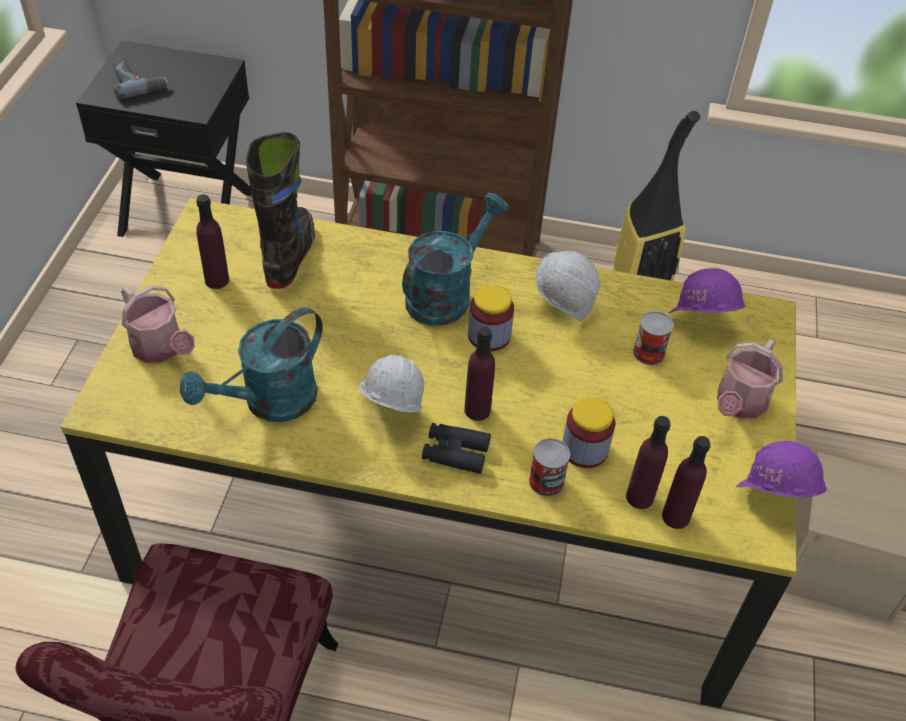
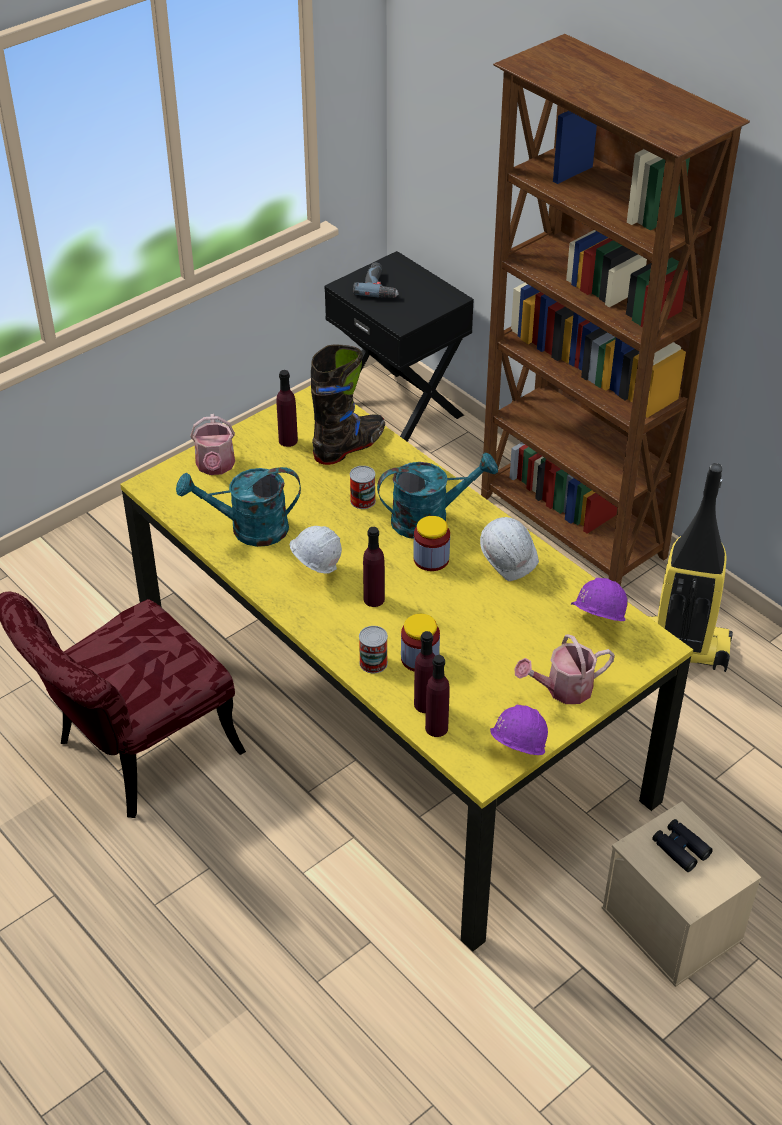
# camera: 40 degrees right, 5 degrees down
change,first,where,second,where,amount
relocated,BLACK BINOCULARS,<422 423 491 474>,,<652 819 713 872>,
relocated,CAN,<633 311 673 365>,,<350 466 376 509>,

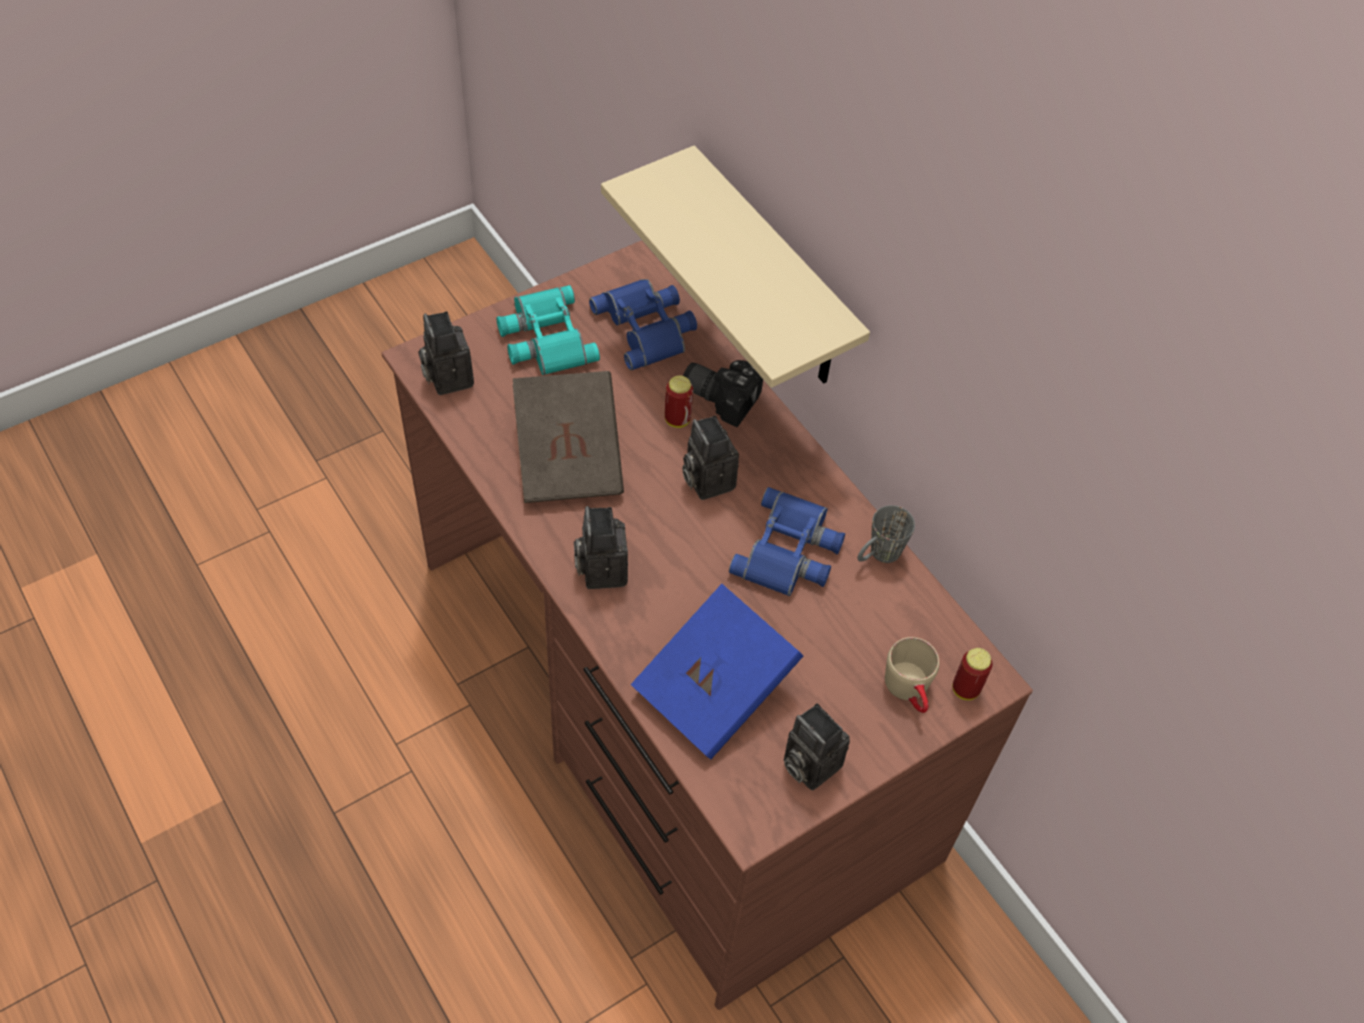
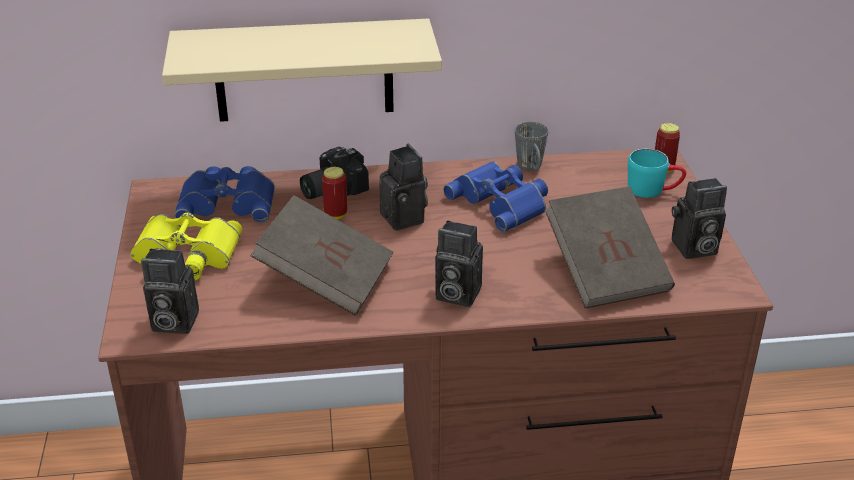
# camera: 60 degrees left, 20 degrees down
change,first,where,second,where,amount
colour,TURQUOISE BINOCULARS,<497 285 600 375>,YELLOW BINOCULARS,<131 212 242 281>,
colour,BLUE BOOK,<631 584 803 759>,BROWN BOOK,<545 186 675 309>,
spun,PHOTO CAMERA,<682 416 739 500>,,<379 144 428 231>,120 degrees counterclockwise
colour,BEIGE MUG,<885 637 939 713>,TURQUOISE MUG,<628 149 686 198>,

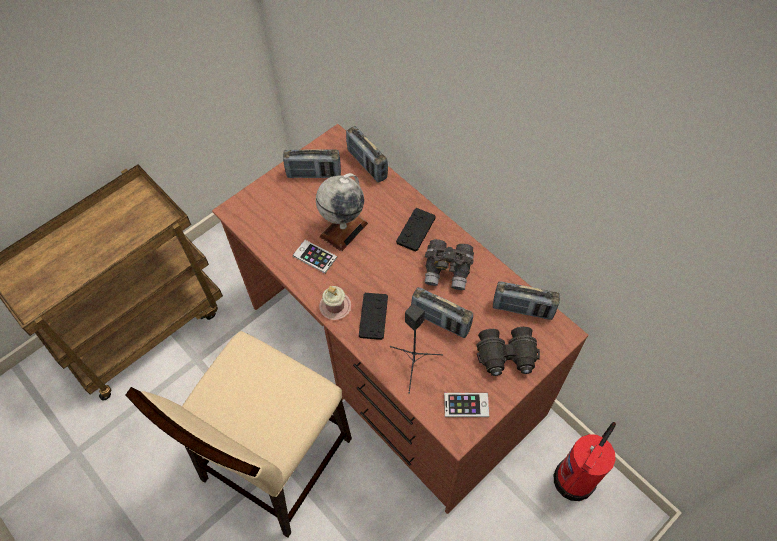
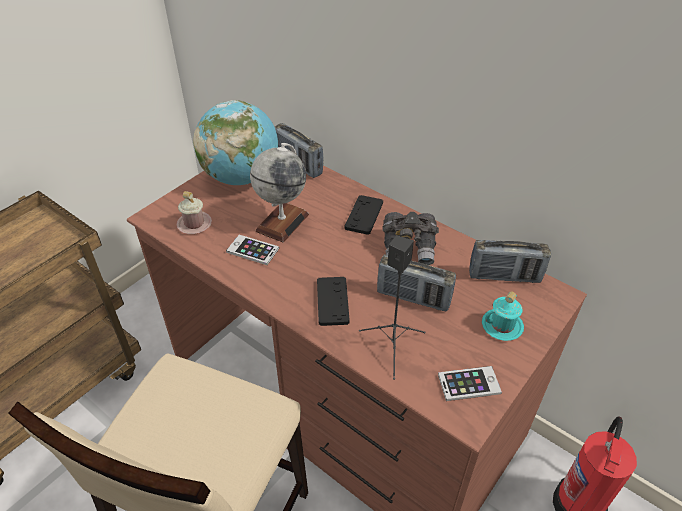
# camera: 10 degrees left, 15 degrees down
change,first,where,second,where,amount
exchanged,RADIO,<283 149 341 178>,GLOBE,<193 100 278 185>,
relocated,PINK MUG,<319 286 352 320>,,<176 191 212 234>,
exchanged,BLACK BINOCULARS,<476 327 540 376>,TURQUOISE MUG,<482 291 524 341>,

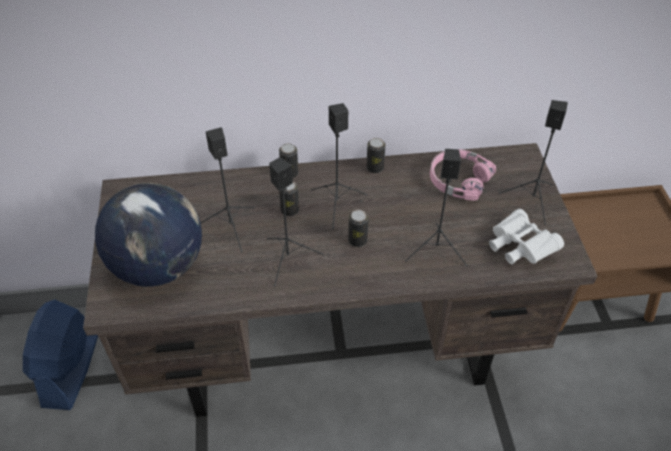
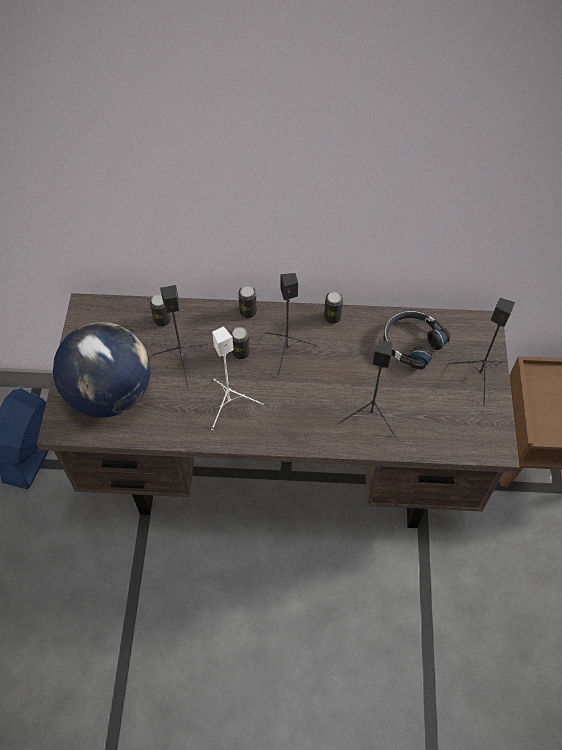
# camera: 10 degrees right, 10 degrees up
change,first,where,second,where,amount
colour,BLACK SPEAKER,<267 157 324 286>,WHITE SPEAKER,<211 327 263 430>,
relocated,CAN,<348 210 369 247>,,<150 294 171 327>,
colour,PINK HEADPHONES,<430 149 496 200>,BLACK HEADPHONES,<383 311 451 370>,
missing,WHITE BINOCULARS,<489 209 564 265>,,,

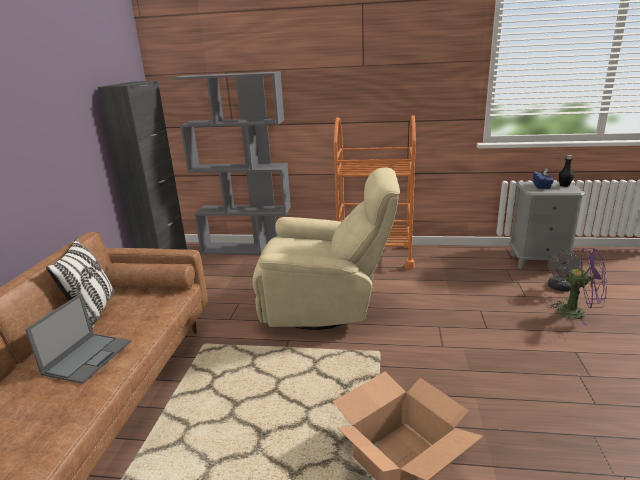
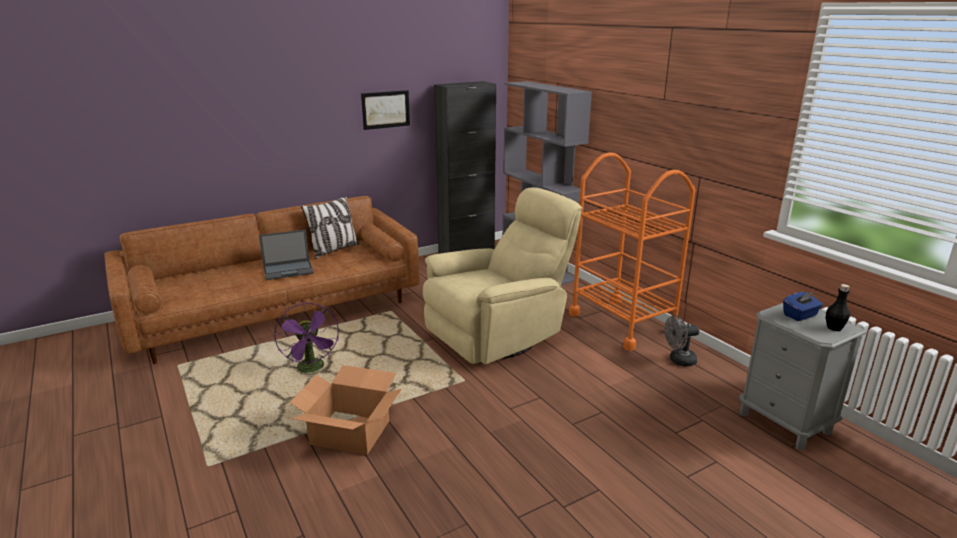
# camera: 50 degrees right, 0 degrees up
change,first,where,second,where,amount
spun,BEIGE ARMCHAIR,<253 167 400 330>,,<423 188 582 365>,90 degrees counterclockwise
relocated,GREY FAN,<547 250 583 291>,,<664 315 699 367>,
relocated,PURPLE FAN,<549 248 607 326>,,<275 303 339 373>,
appeared,,,PICTURE,<361 90 410 130>,

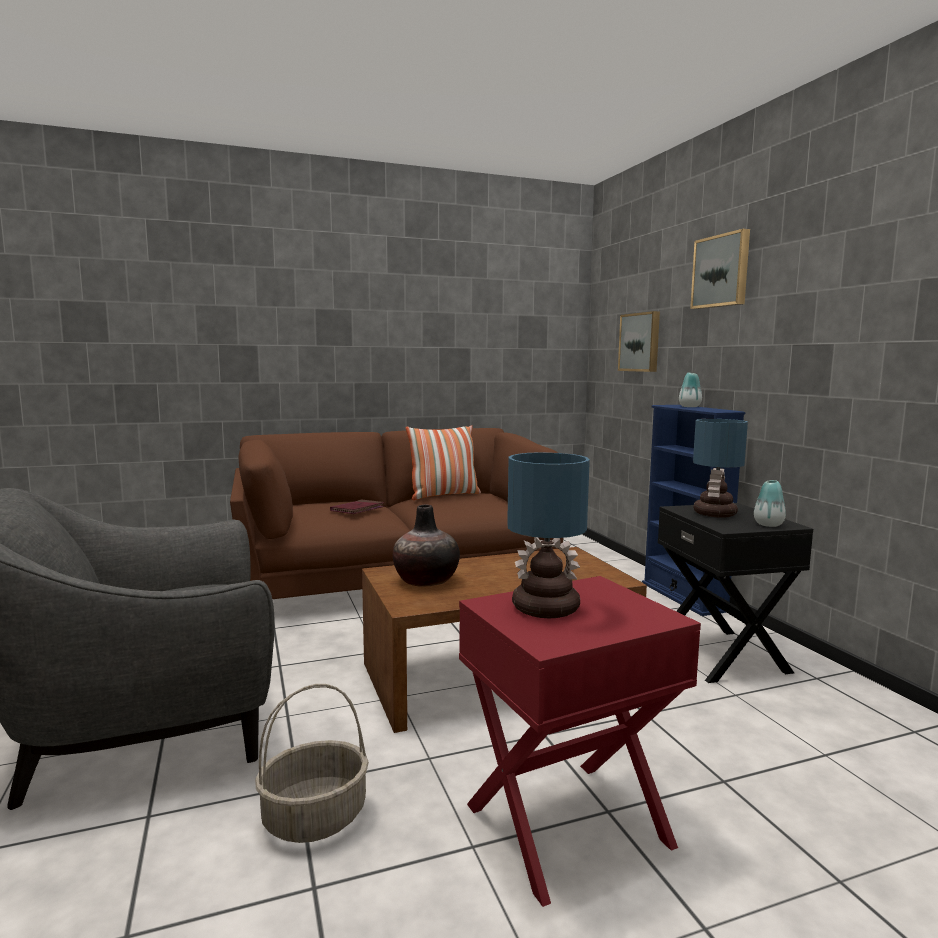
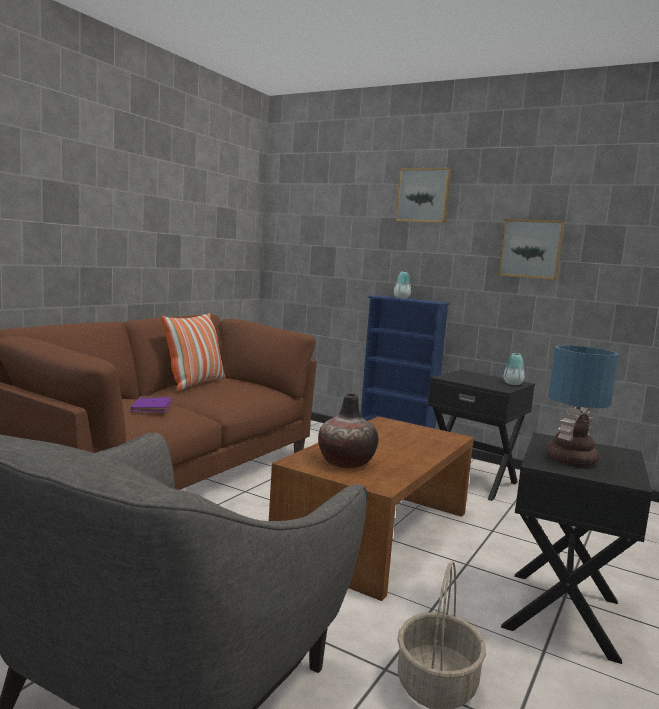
# camera: 40 degrees left, 0 degrees up
change,first,where,second,where,amount
colour,RED BOOK,<330 499 384 514>,PURPLE BOOK,<130 396 172 412>,
colour,RED SIDE TABLE,<459 576 701 907>,BLACK SIDE TABLE,<501 433 652 664>,
relocated,PICTURE,<618 311 660 372>,,<498 219 565 280>,
missing,TABLE LAMP,<693 419 748 518>,,,

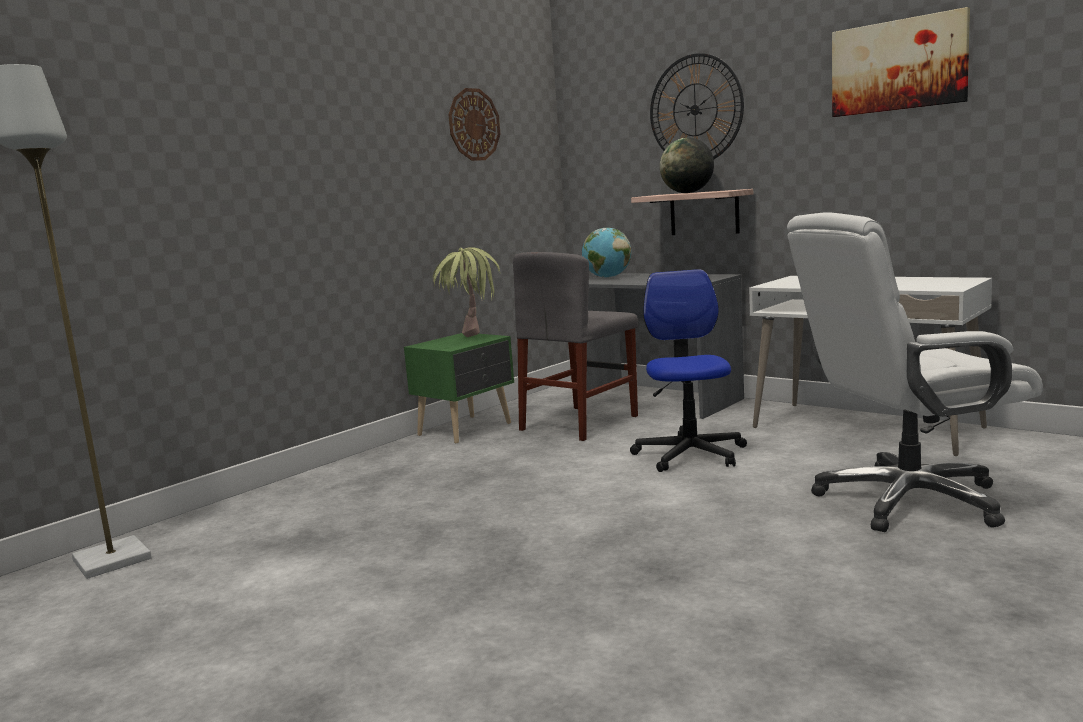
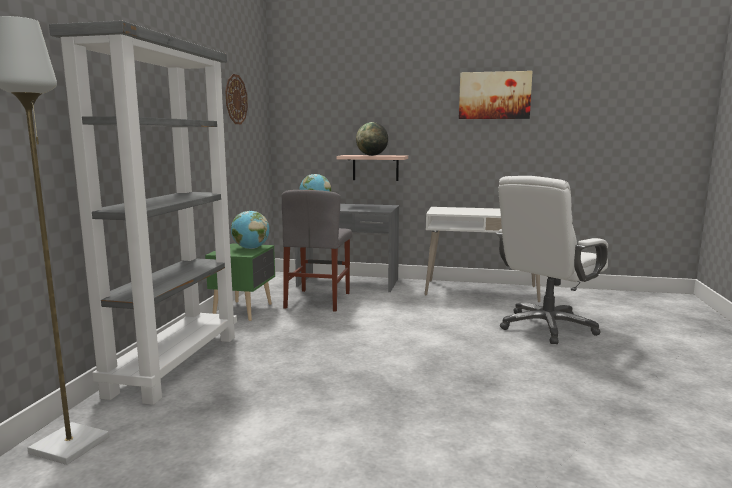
# camera: 30 degrees left, 0 degrees up
change,first,where,second,where,amount
exchanged,POTTED PLANT,<433 247 500 337>,GLOBE,<231 211 269 249>,
missing,OFFICE CHAIR,<630 269 747 472>,,,
missing,WALL CLOCK,<650 53 744 159>,,,
appeared,,,GREY BOOKCASE,<49 20 237 405>,

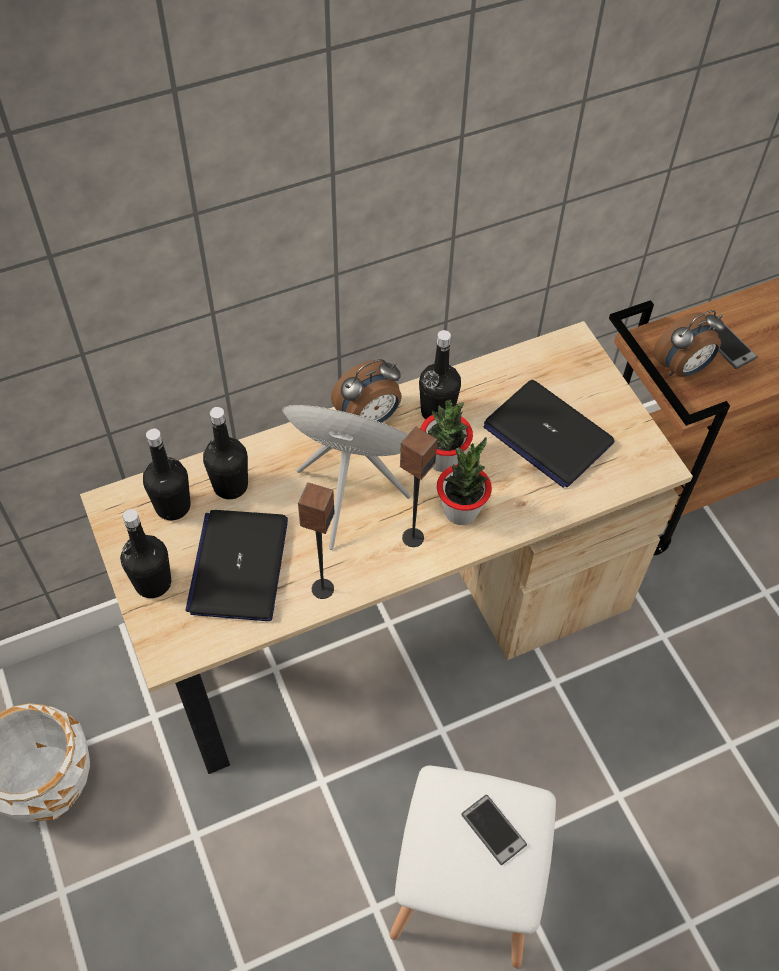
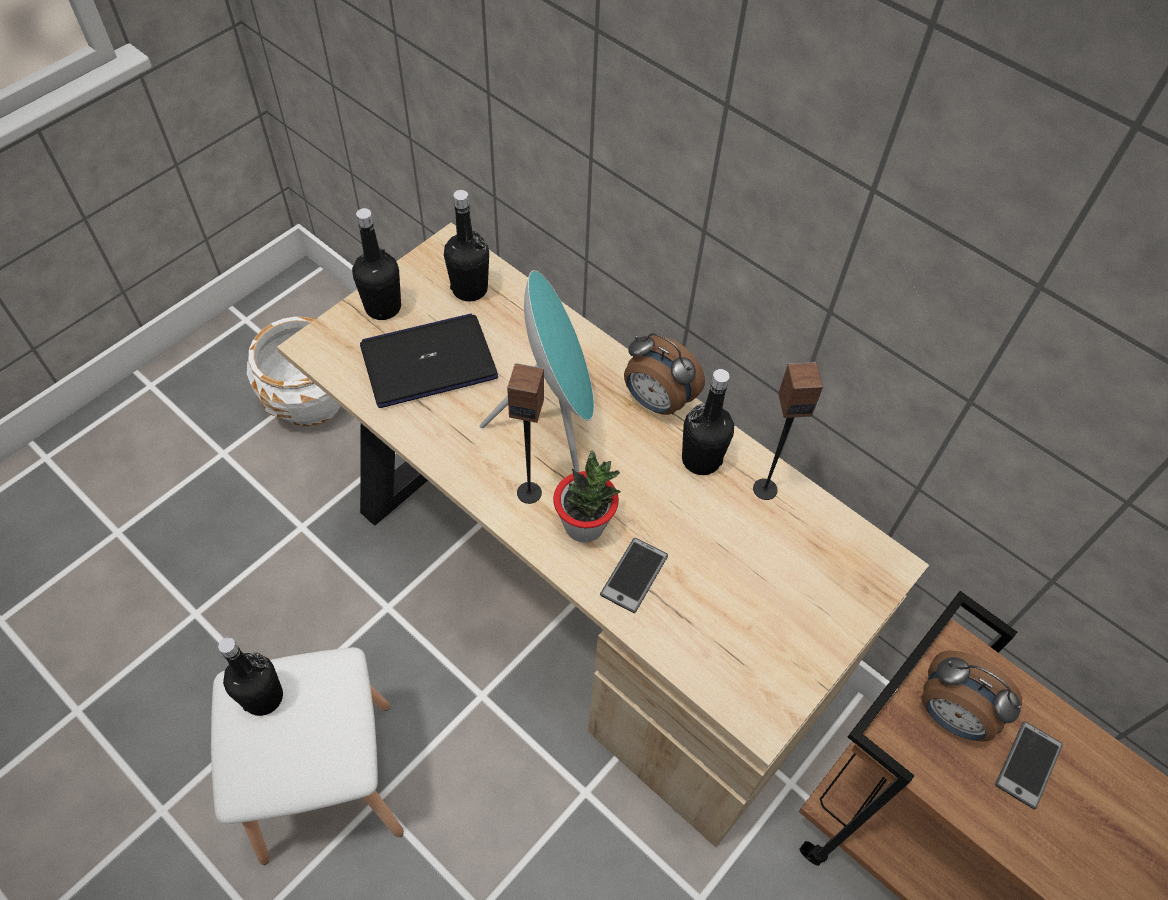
# camera: 65 degrees right, 0 degrees up
change,first,where,second,where,amount
relocated,BLACK BOTTLE,<203 407 248 499>,,<218 637 283 716>,
relocated,SPEAKER,<298 482 335 599>,,<753 362 823 500>,
missing,POTTED PLANT,<420 399 473 472>,,,
relocated,PHONE,<461 795 527 865>,,<600 538 668 613>,
missing,LAPTOP,<484 380 614 488>,,,

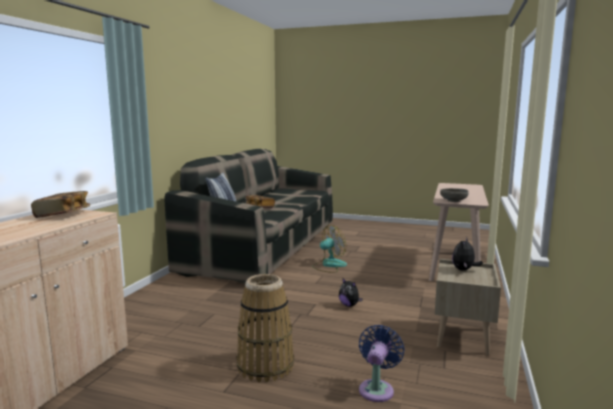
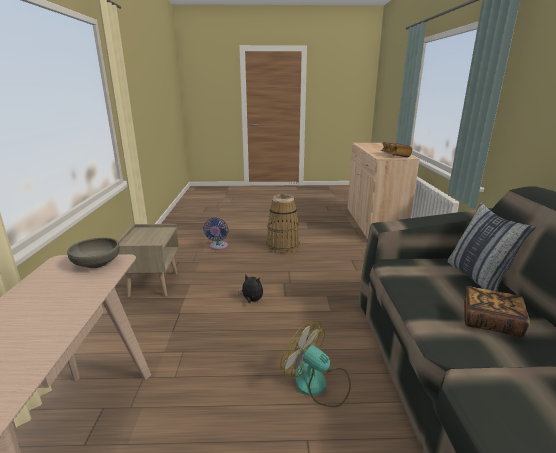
# camera: 160 degrees right, 10 degrees up
change,first,where,second,where,amount
spun,FAN,<312 225 347 273>,,<280 321 351 407>,90 degrees clockwise
missing,PLUSH TOY,<452 238 483 271>,,,

